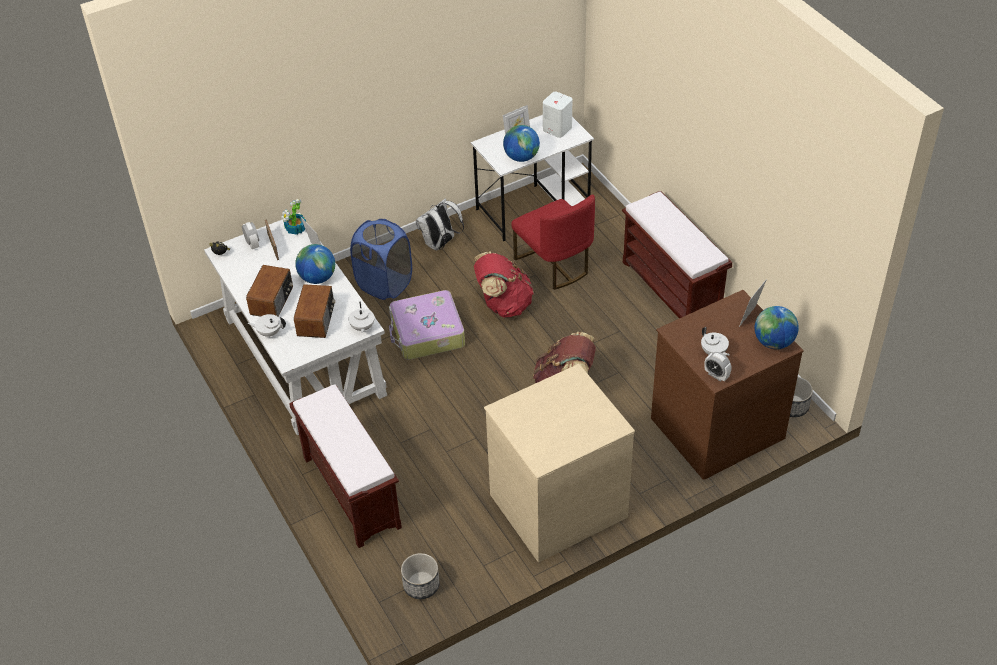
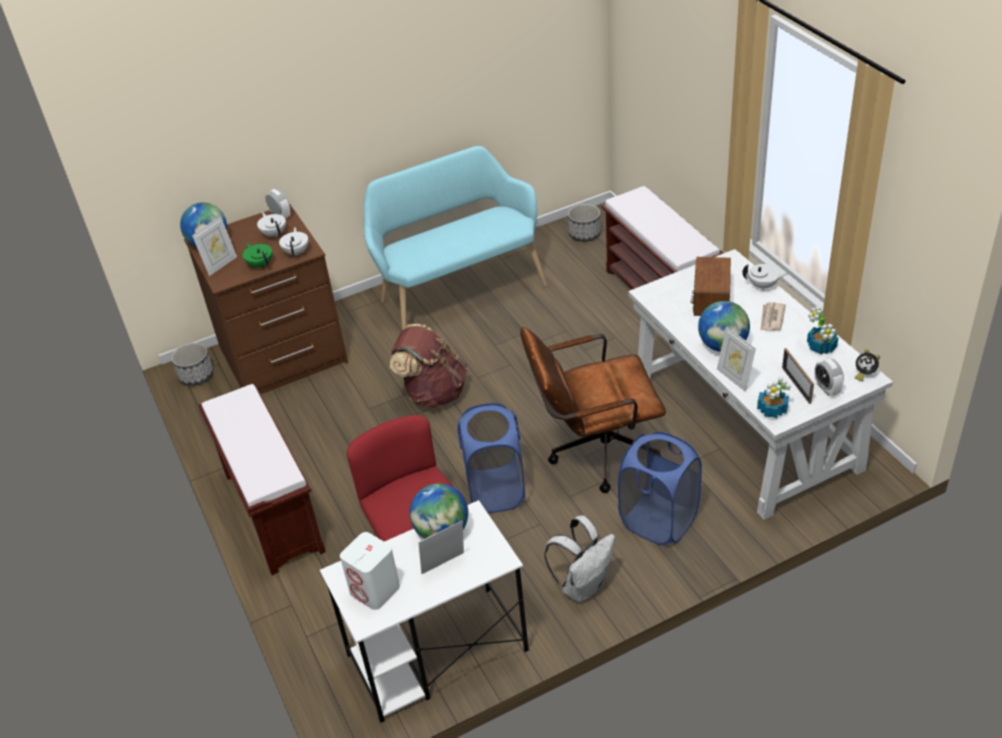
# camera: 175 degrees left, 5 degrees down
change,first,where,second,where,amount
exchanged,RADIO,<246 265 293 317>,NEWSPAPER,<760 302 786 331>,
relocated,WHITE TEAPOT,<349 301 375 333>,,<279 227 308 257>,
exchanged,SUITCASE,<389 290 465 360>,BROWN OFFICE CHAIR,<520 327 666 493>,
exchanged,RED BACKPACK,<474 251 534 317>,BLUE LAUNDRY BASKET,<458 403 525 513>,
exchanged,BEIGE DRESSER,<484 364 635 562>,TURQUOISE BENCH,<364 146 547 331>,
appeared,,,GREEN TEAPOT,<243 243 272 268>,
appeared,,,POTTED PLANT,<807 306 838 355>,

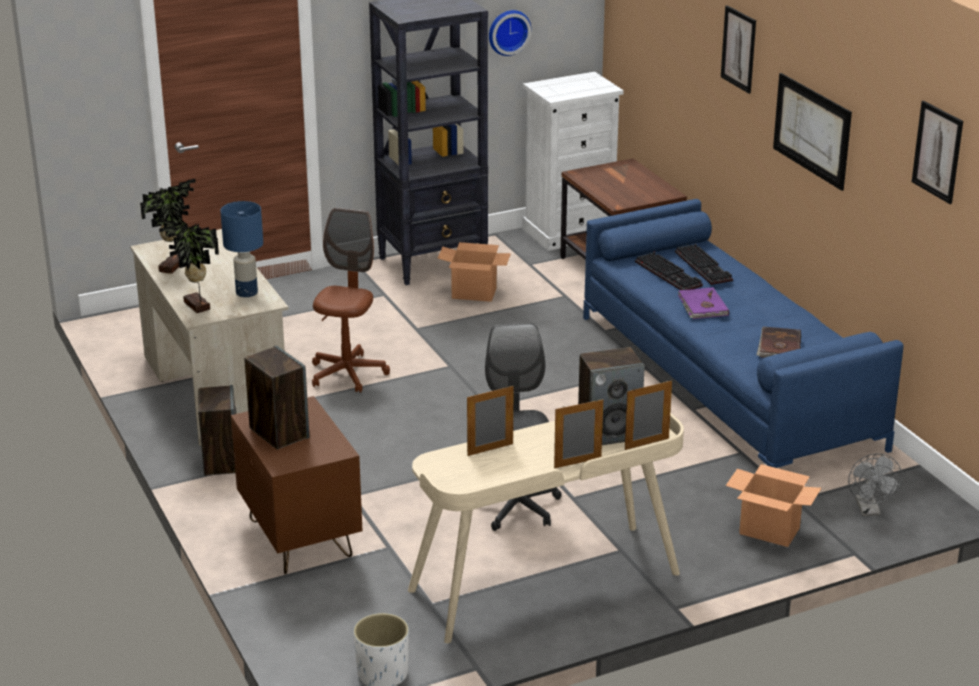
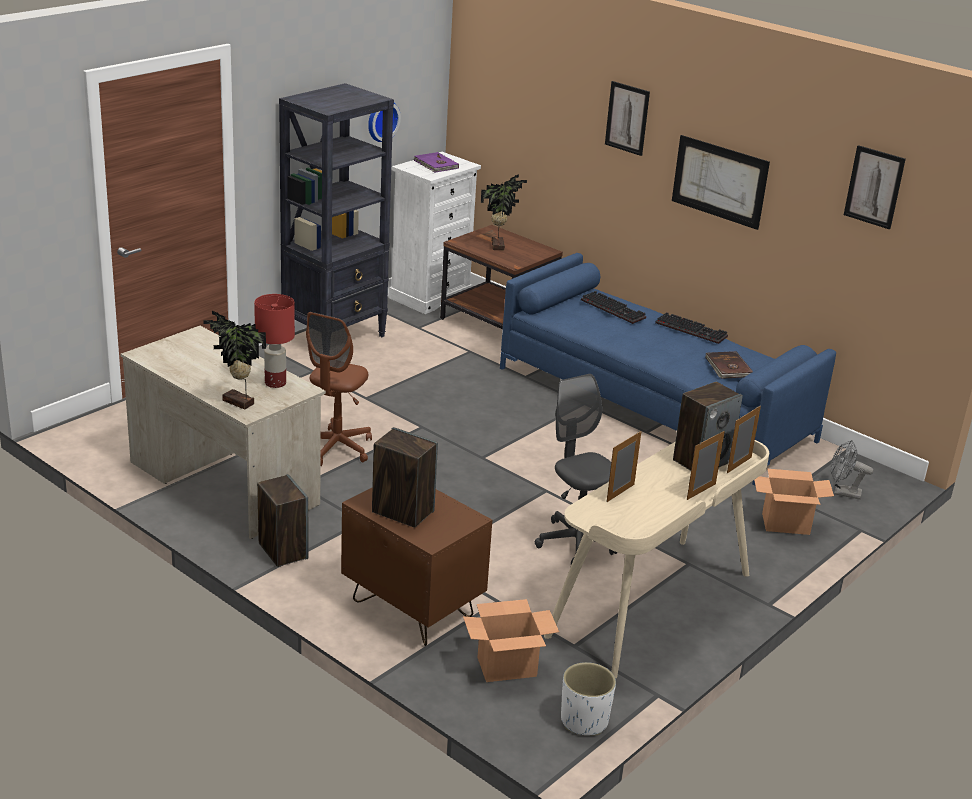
# camera: 25 degrees left, 0 degrees up
change,first,where,second,where,amount
relocated,POTTED PLANT,<140 179 196 274>,,<481 174 527 250>,
colour,BLUE TABLE LAMP,<220 201 263 297>,RED TABLE LAMP,<254 294 295 388>,
spun,BROWN OFFICE CHAIR,<312 208 390 393>,,<306 312 372 466>,150 degrees counterclockwise
relocated,CARDBOARD BOX,<437 242 511 302>,,<463 599 559 682>,
relocated,KEYBOARD,<635 252 703 290>,,<655 312 728 344>,
relocated,PURPLE BOOK,<678 287 729 319>,,<414 152 459 173>,
spun,GREY FAN,<848 453 902 516>,,<831 440 873 500>,135 degrees clockwise

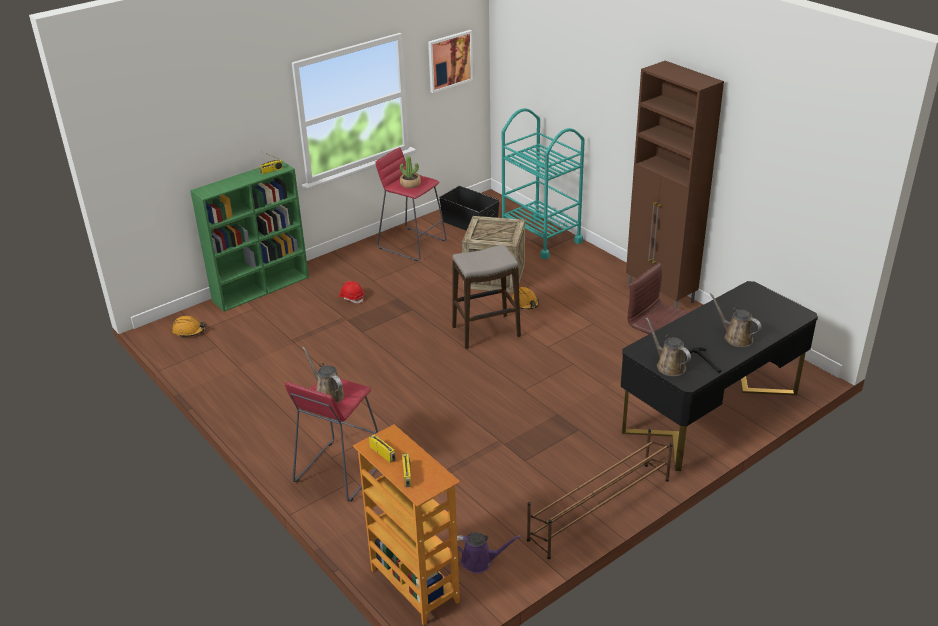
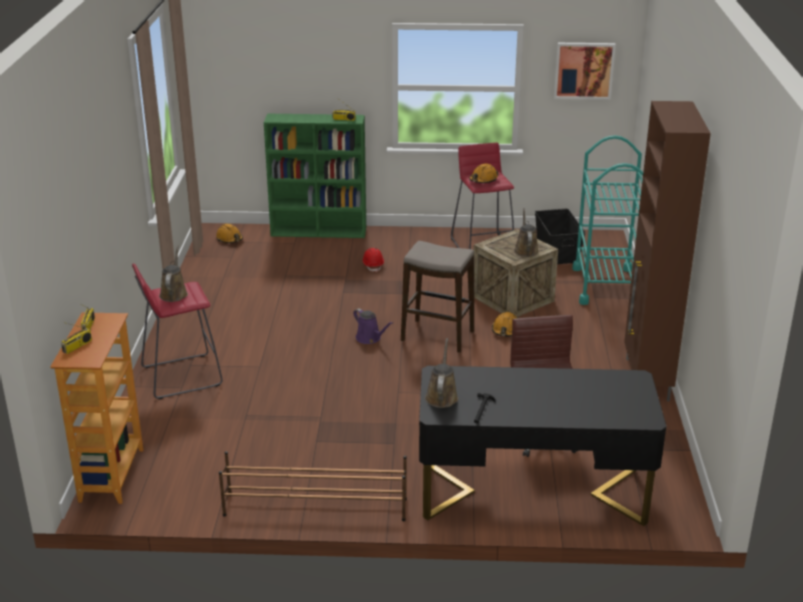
# camera: 40 degrees right, 5 degrees down
change,first,where,second,where,amount
exchanged,POTTED PLANT,<400 156 421 188>,ORANGE HARD HAT,<469 163 499 183>,
relocated,PURPLE WATERING CAN,<457 532 521 573>,,<353 308 393 344>,
relocated,BROWN WATERING CAN,<710 293 762 347>,,<514 208 539 257>,

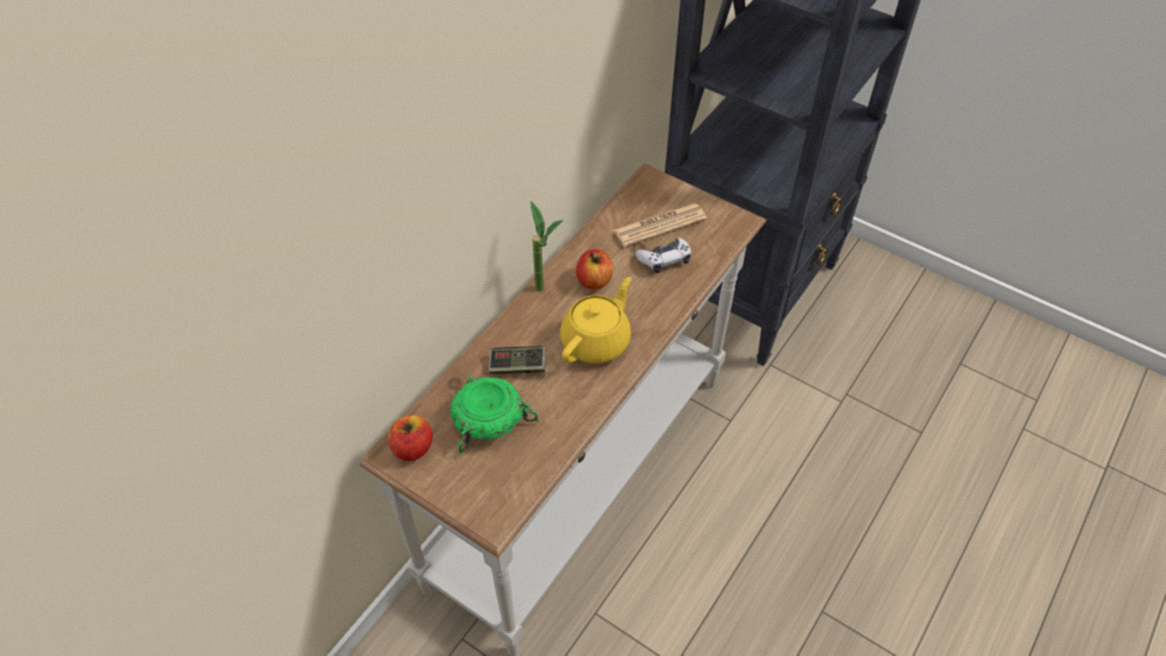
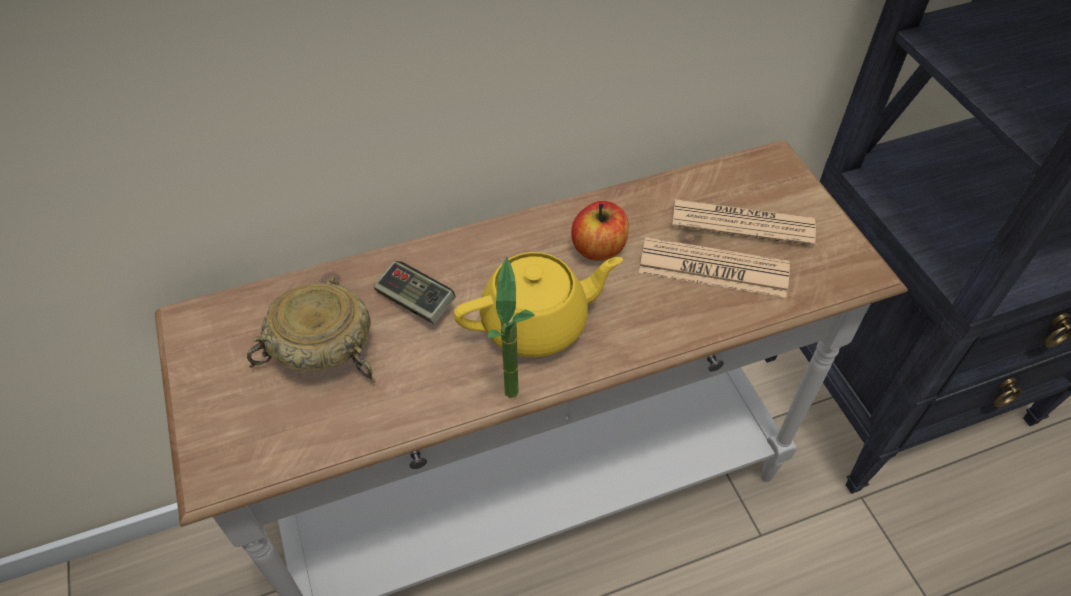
# camera: 35 degrees right, 0 degrees up
change,first,where,second,where,amount
missing,APPLE,<388 415 433 461>,,,
colour,GREEN BOWL,<450 376 540 455>,BEIGE BOWL,<247 276 375 383>,
relocated,POTTED PLANT,<531 202 563 291>,,<488 257 535 398>,
exchanged,GAME CONTROLLER,<635 238 691 273>,NEWSPAPER,<639 237 790 298>,

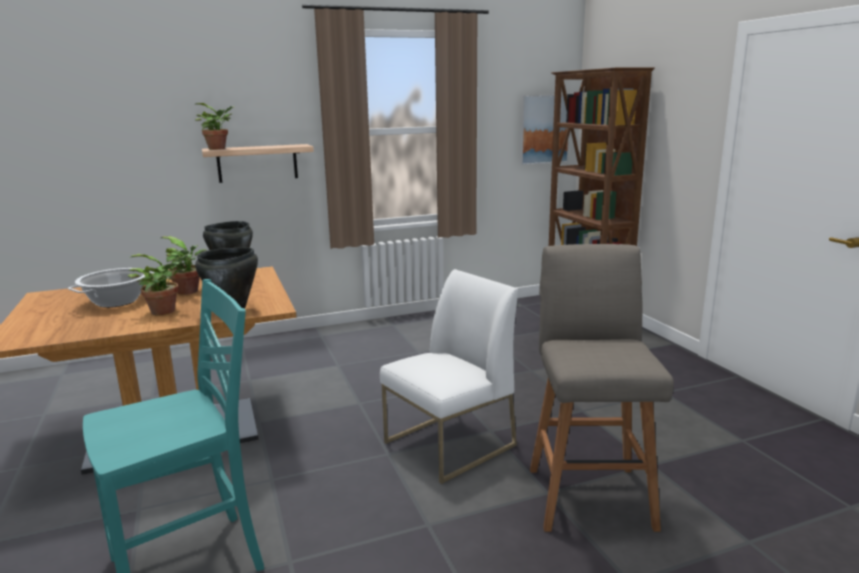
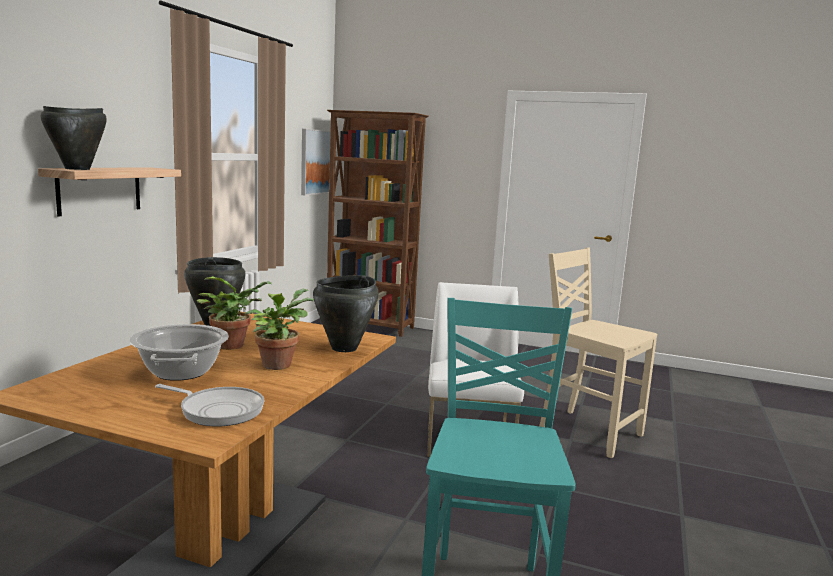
# camera: 50 degrees left, 5 degrees down
change,first,where,second,where,amount
exchanged,POTTED PLANT,<195 103 235 150>,BLACK COOKING POT,<41 106 107 170>,
exchanged,GREY STOOL,<530 244 674 532>,BEIGE CHAIR,<539 248 657 458>,
appeared,,,FRYING PAN,<155 384 265 426>,

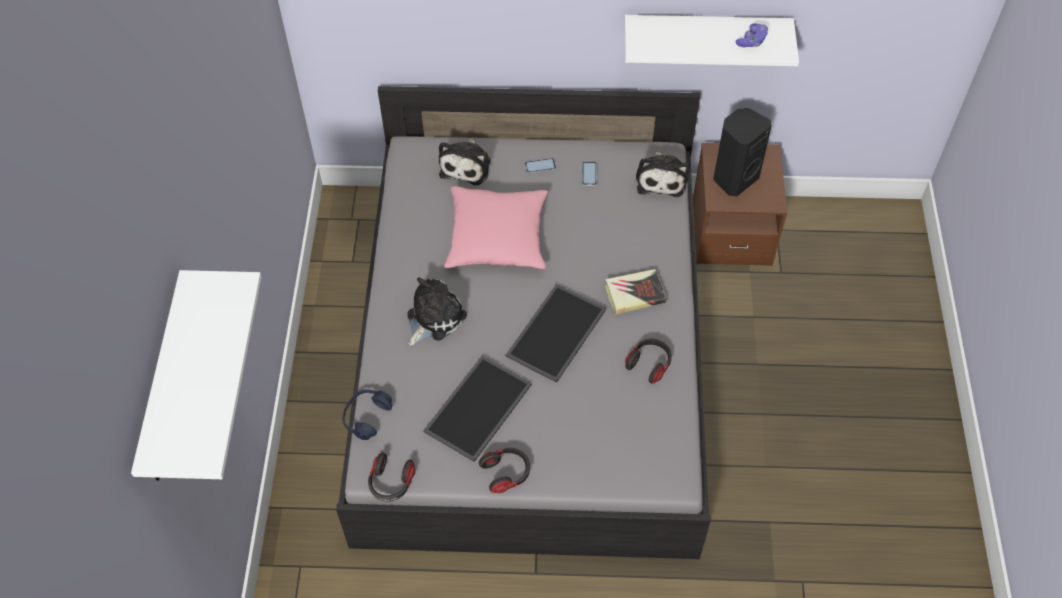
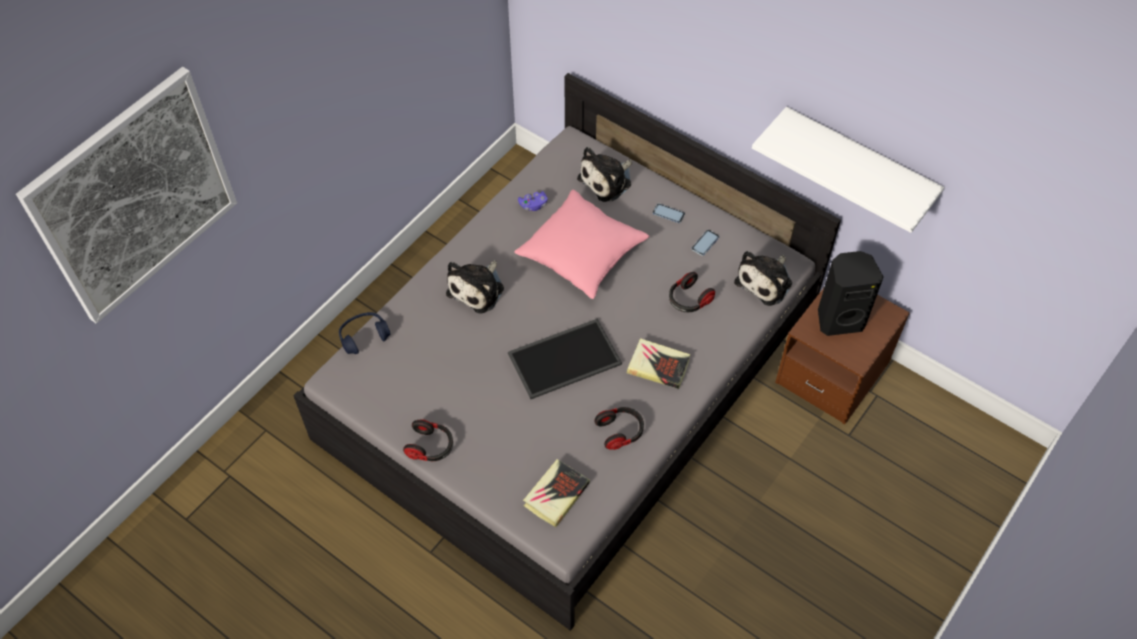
# camera: 35 degrees right, 0 degrees up
change,first,where,second,where,amount
exchanged,WHITE SHELF,<131 270 262 481>,PICTURE,<16 67 237 324>,
relocated,HEADPHONES,<368 453 415 501>,,<669 272 715 312>,
spun,PLUSH TOY,<407 277 467 346>,,<446 260 504 313>,135 degrees clockwise
missing,TRAY,<423 356 532 462>,,,
relocated,PURPLE GAME CONTROLLER,<736 24 768 47>,,<518 191 548 211>,
appeared,,,BOOK,<523 459 590 527>,

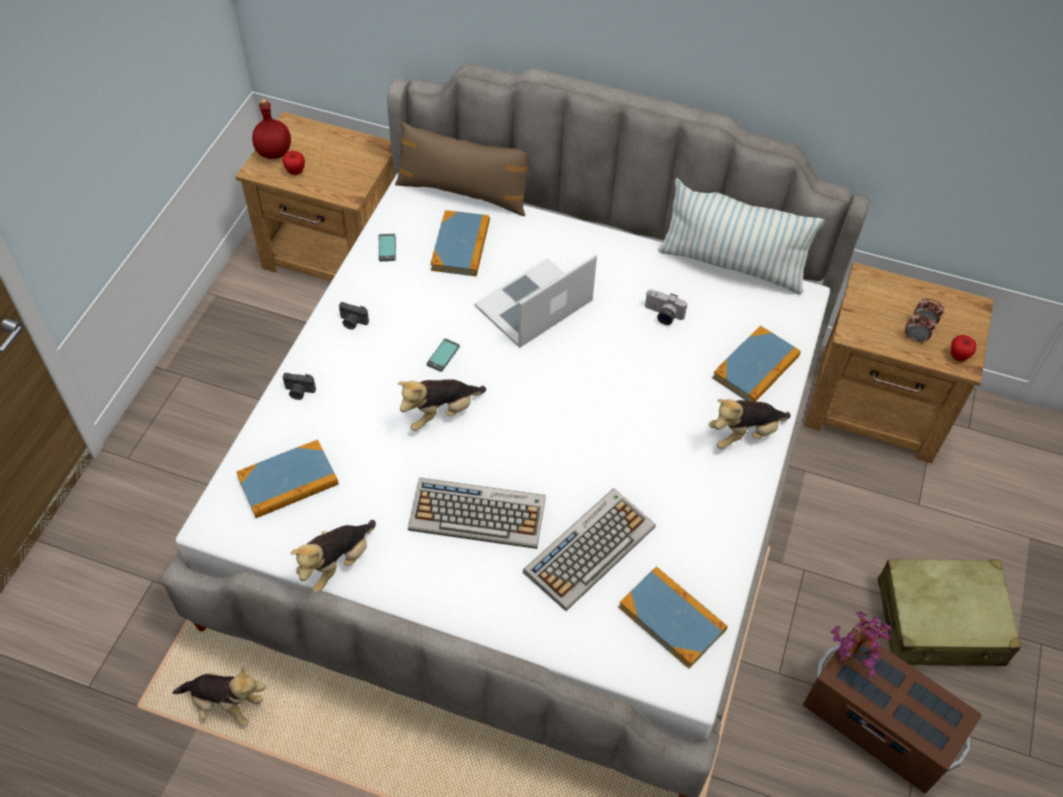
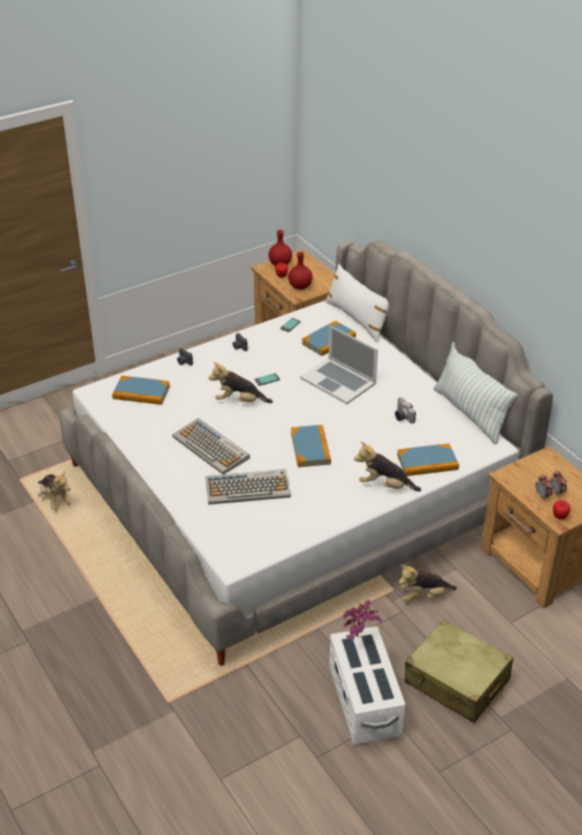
# camera: 40 degrees right, 15 degrees down
change,first,where,second,where,amount
relocated,PLUSH TOY,<290 520 376 592>,,<399 565 457 601>,
colour,BROWN PILLOW,<395 122 529 216>,WHITE PILLOW,<325 264 389 343>,
spun,LAPTOP,<475 254 597 348>,,<300 325 378 404>,135 degrees counterclockwise
relocated,BOOK,<619 566 728 669>,,<291 425 331 467>,
colour,BROWN STORAGE BOX,<803 628 982 793>,WHITE STORAGE BOX,<329 626 405 745>,
appeared,,,RED BOTTLE,<288 250 313 290>,

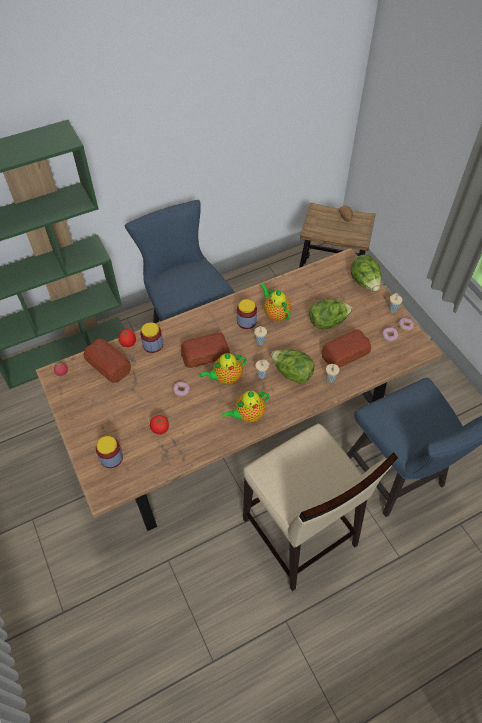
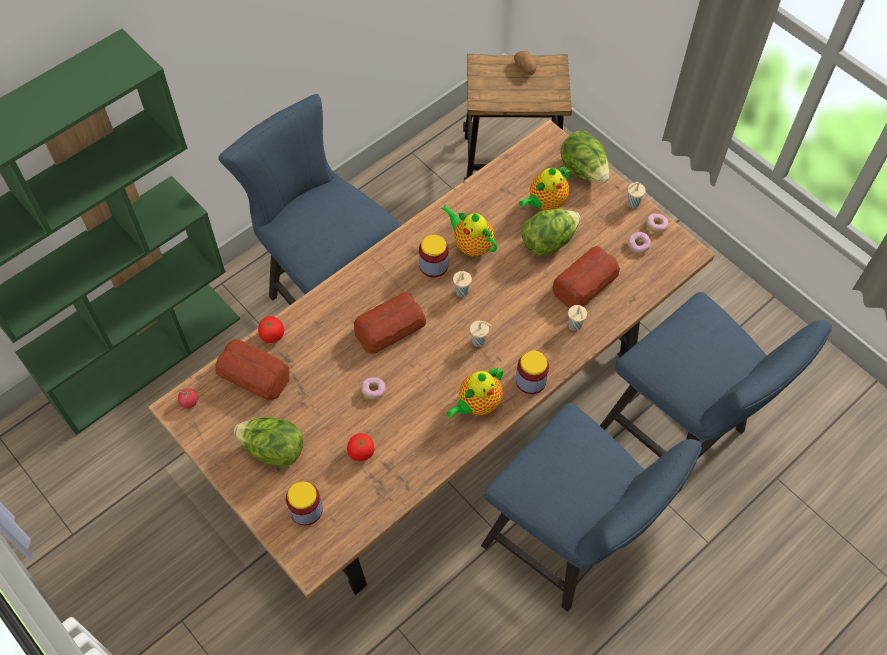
# camera: 15 degrees left, 5 degrees up
change,first,where,second,where,amount
relocated,JAR,<140 322 163 353>,,<516 351 549 394>,
relocated,TEAPOT,<199 353 247 384>,,<519 166 570 211>,
exchanged,BEIGE STOOL,<243 423 398 591>,BLUE CHAIR,<481 403 702 612>,
relocated,LETTUCE,<271 349 315 384>,,<234 417 303 467>,

